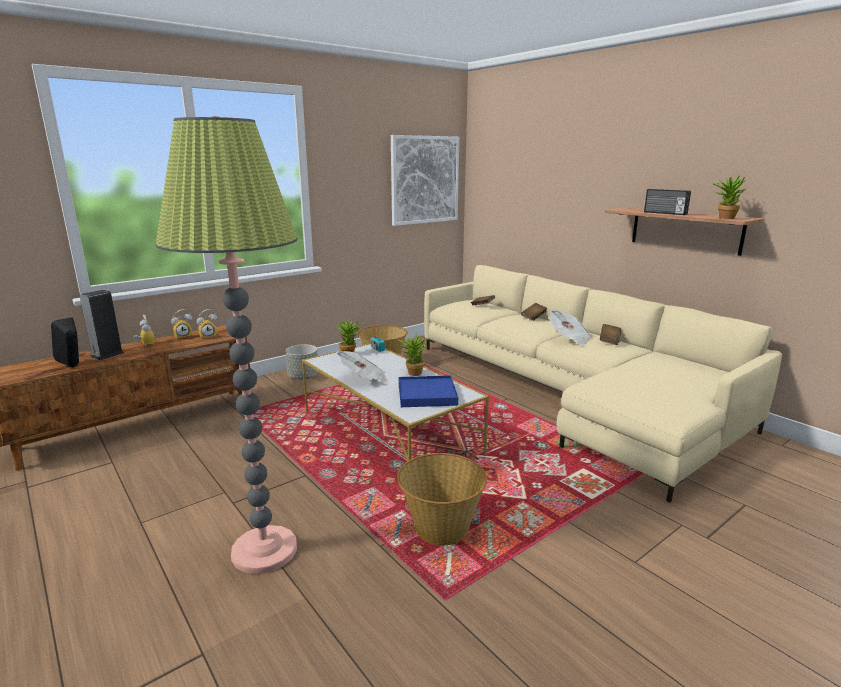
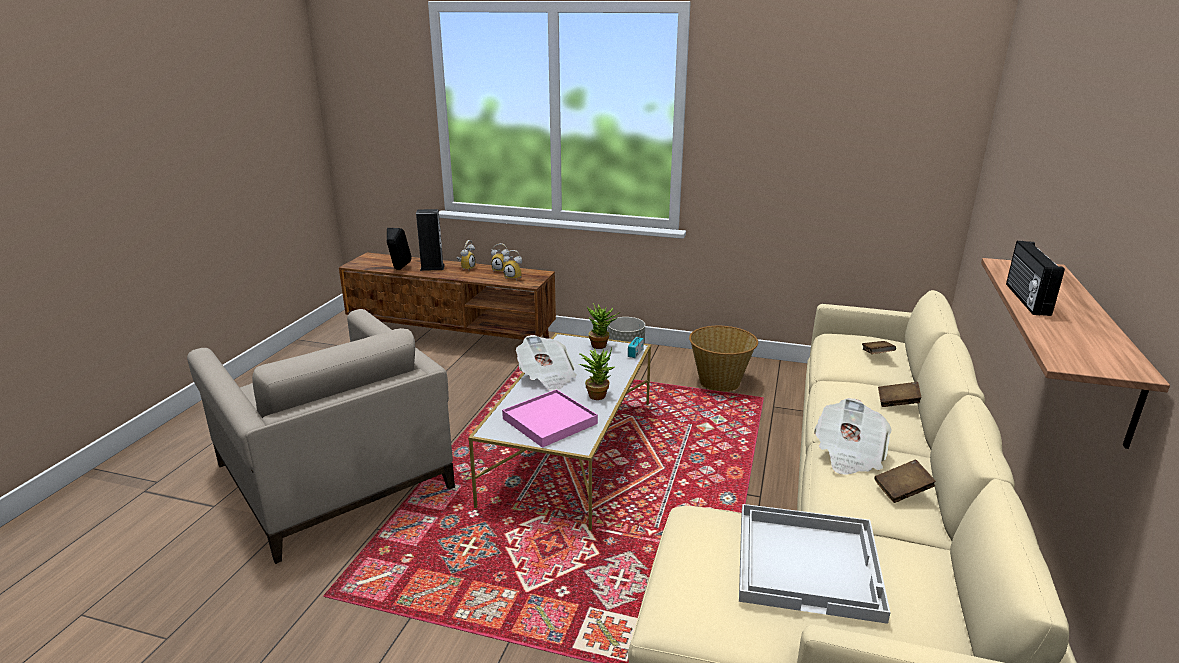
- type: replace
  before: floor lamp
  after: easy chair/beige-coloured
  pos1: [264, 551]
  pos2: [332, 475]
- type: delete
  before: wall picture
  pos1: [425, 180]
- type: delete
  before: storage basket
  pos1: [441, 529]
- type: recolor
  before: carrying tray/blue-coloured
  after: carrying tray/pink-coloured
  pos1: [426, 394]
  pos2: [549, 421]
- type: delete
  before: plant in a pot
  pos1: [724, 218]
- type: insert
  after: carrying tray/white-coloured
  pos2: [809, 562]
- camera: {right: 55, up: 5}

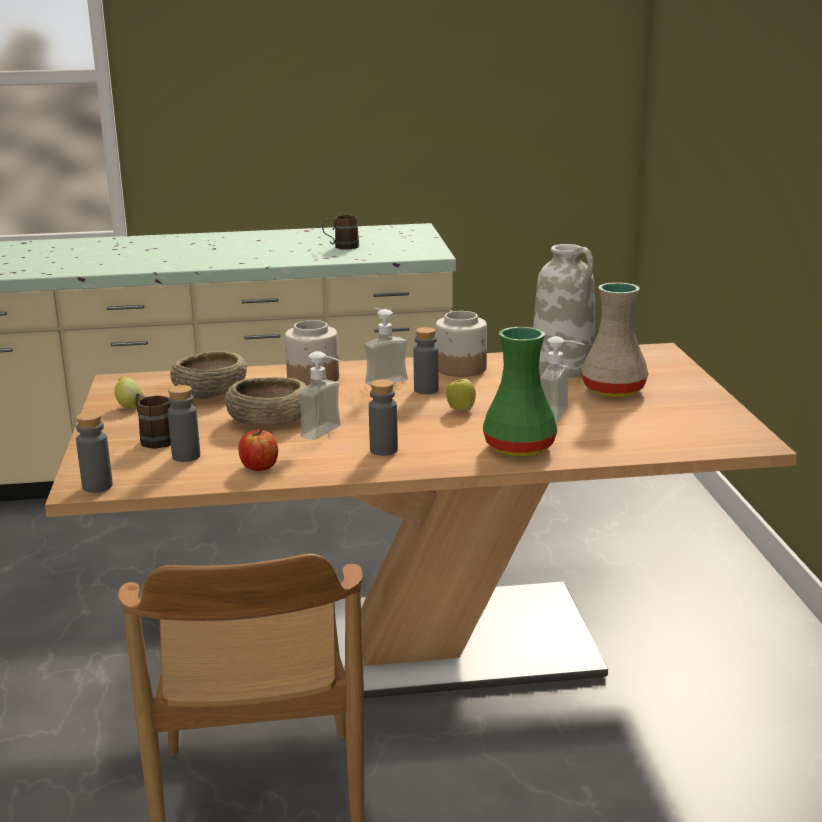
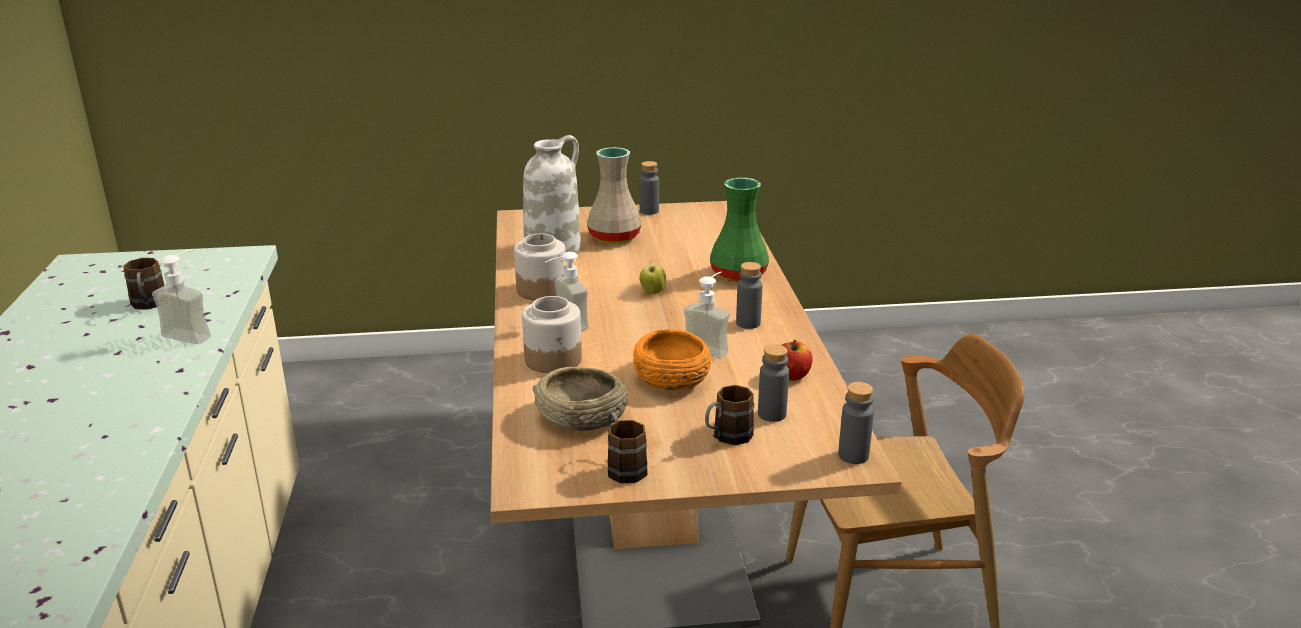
- type: replace
  before: citrus fruit
  after: tea mug/brownish
  pos1: [129, 406]
  pos2: [622, 466]
- type: recolor
  before: serving bowl/beige-coloured
  after: serving bowl/orange-coloured
  pos1: [269, 419]
  pos2: [670, 377]
- type: move
  before: bottle/greyish
  pos1: [426, 390]
  pos2: [649, 211]
- type: move
  before: soap dispenser
  pos1: [563, 416]
  pos2: [194, 333]
- camera: {right: -90, up: 5}

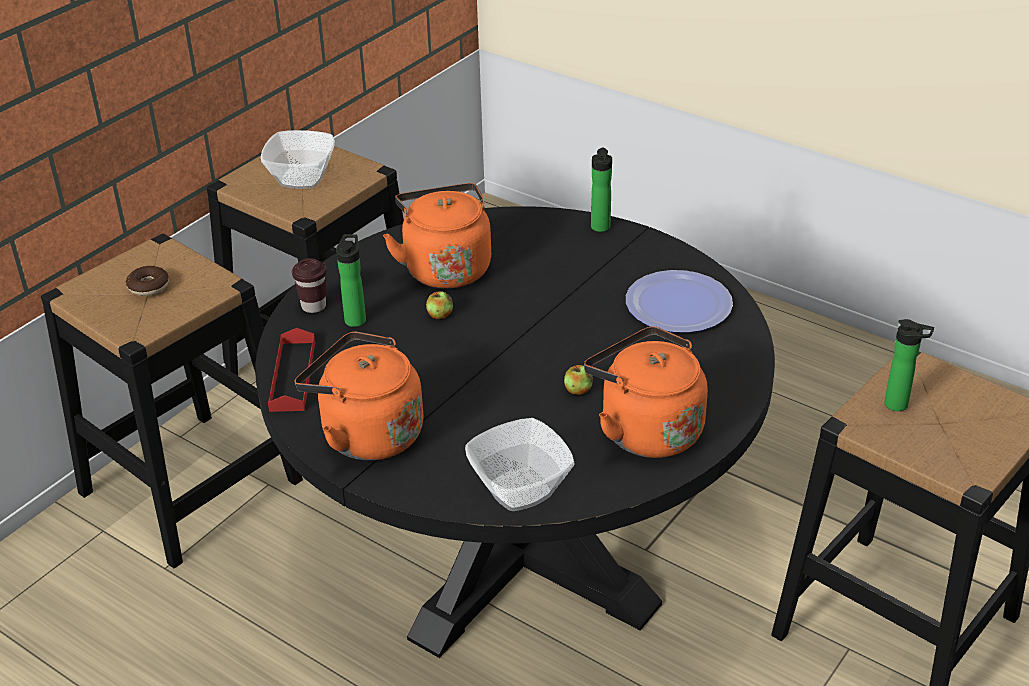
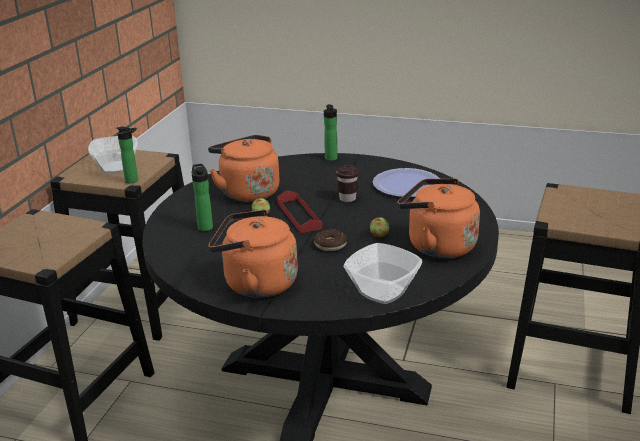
- type: move
  before: doughnut
  pos1: [148, 287]
  pos2: [330, 245]
- type: move
  before: carrying tray/red
  pos1: [293, 375]
  pos2: [299, 215]
- type: move
  before: drinking cup/brownish
  pos1: [313, 306]
  pos2: [347, 199]
- type: move
  before: bottle
  pos1: [900, 405]
  pos2: [133, 181]
- camera: {right: -20, up: -10}

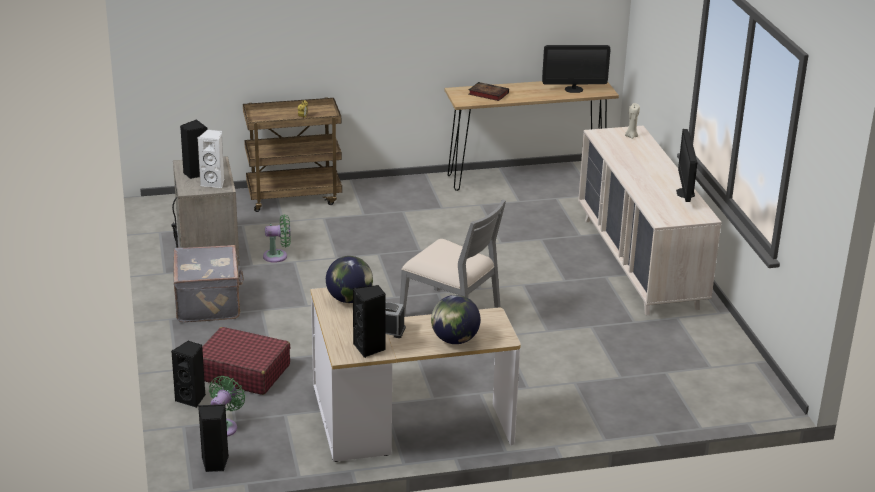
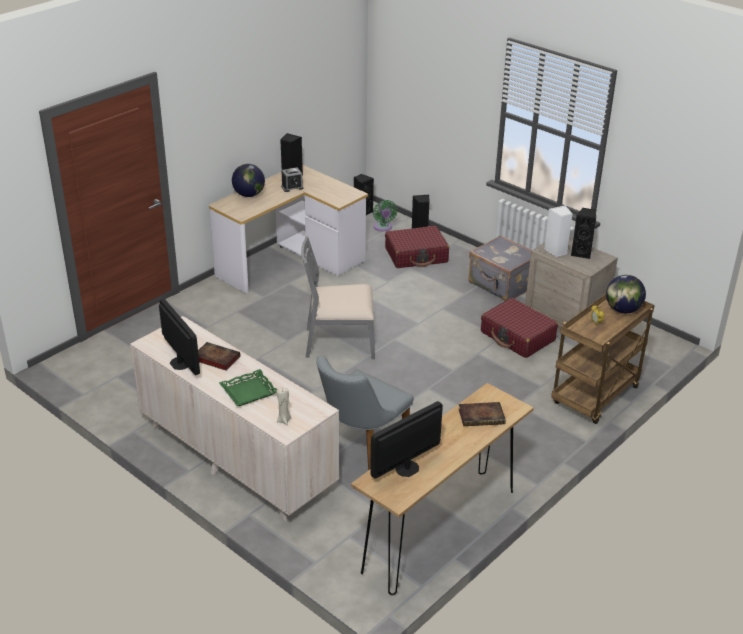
- type: replace
  before: fan/green-coloured
  after: piece of luggage/red
  pos1: [278, 256]
  pos2: [517, 336]
- type: move
  before: desk globe
  pos1: [349, 299]
  pos2: [622, 310]
- type: insert
  after: bound book
  pos2: [215, 358]
- type: insert
  after: carrying tray/green-coloured
  pos2: [249, 392]
- type: insert
  after: upright chair/greyish
  pos2: [360, 448]
- camera: {right: 145, up: 5}

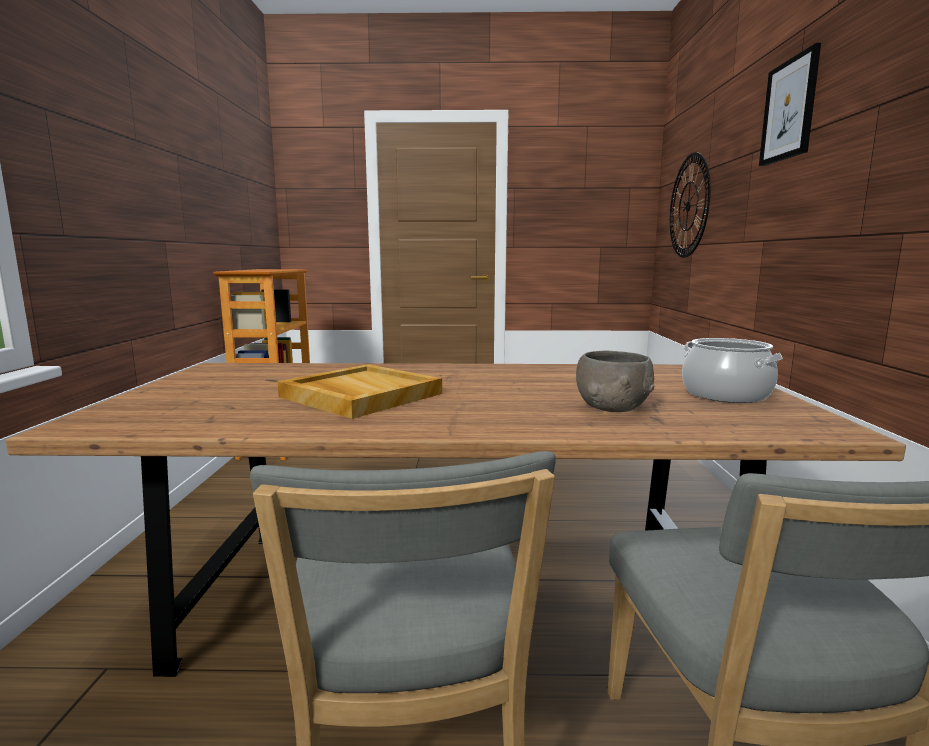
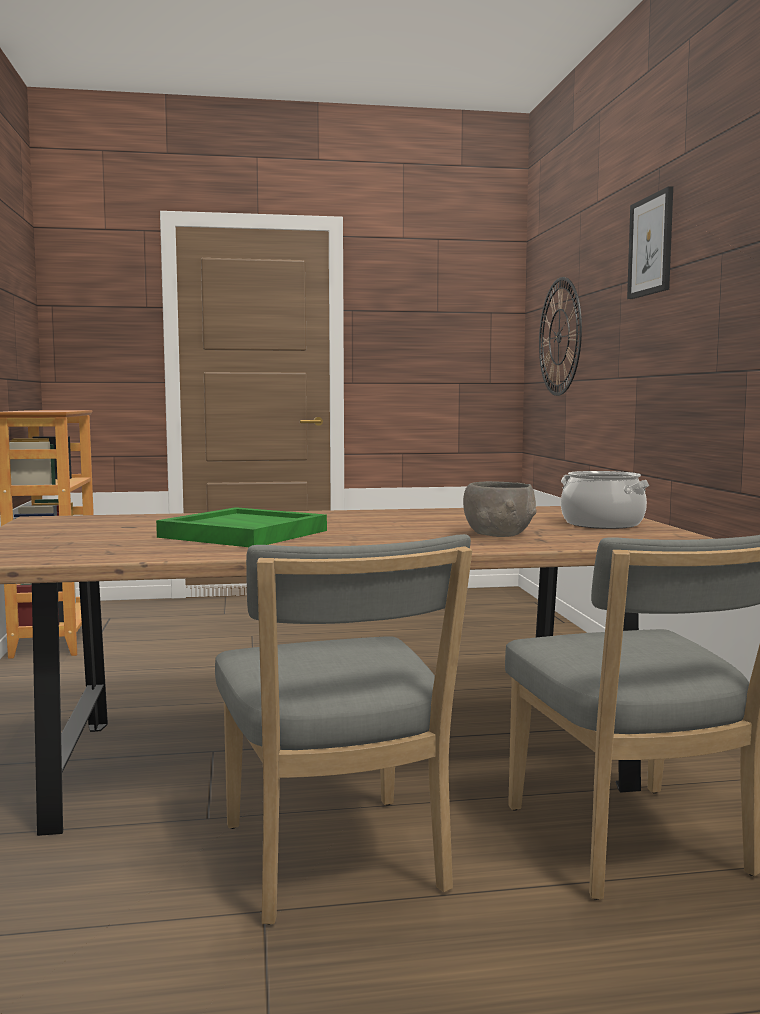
- type: recolor
  before: carrying tray/beige-coloured
  after: carrying tray/green-coloured
  pos1: [359, 395]
  pos2: [242, 534]
- camera: {right: -10, up: -5}

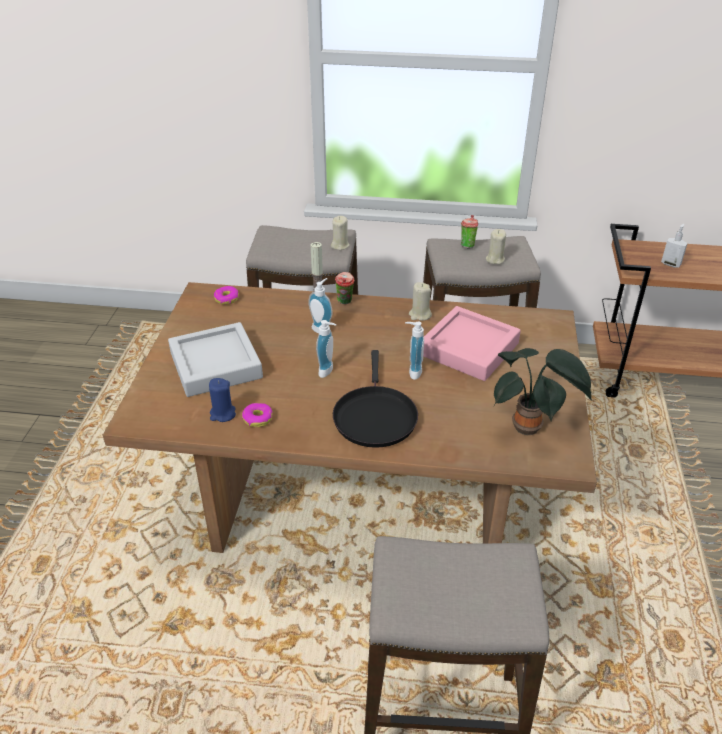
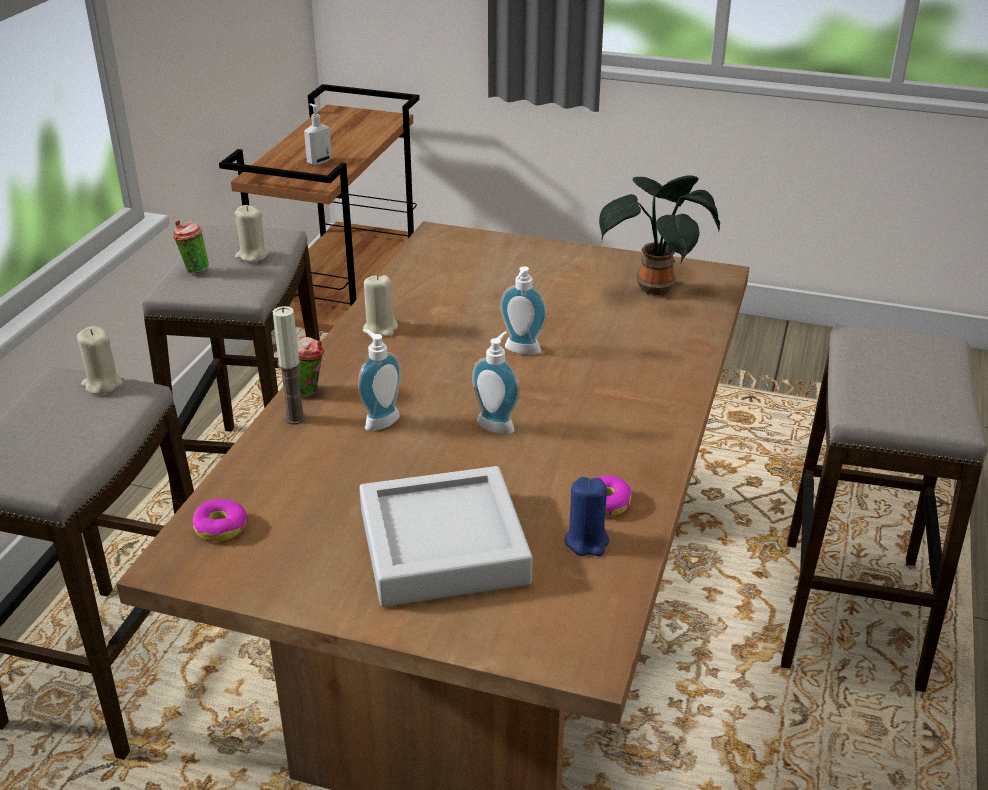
- type: delete
  before: skillet/blackish
  pos1: [374, 416]
- type: delete
  before: carrying tray/pink-coloured
  pos1: [469, 349]
- camera: {right: -80, up: -5}

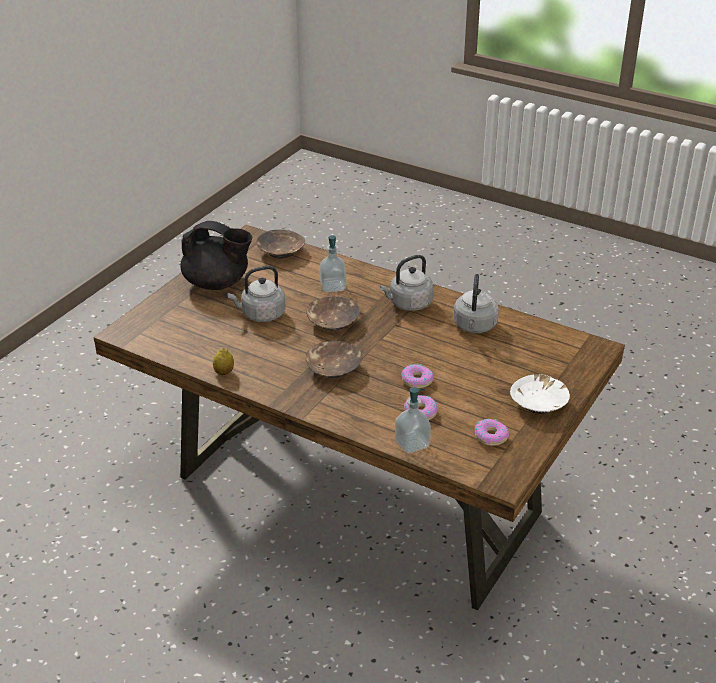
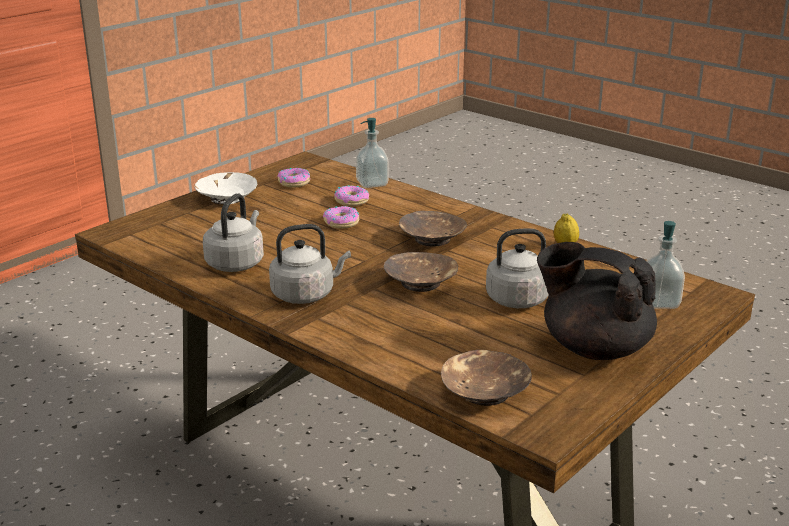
- type: move
  before: soap dispenser
  pos1: [333, 286]
  pos2: [659, 302]
- camera: {right: -170, up: -10}

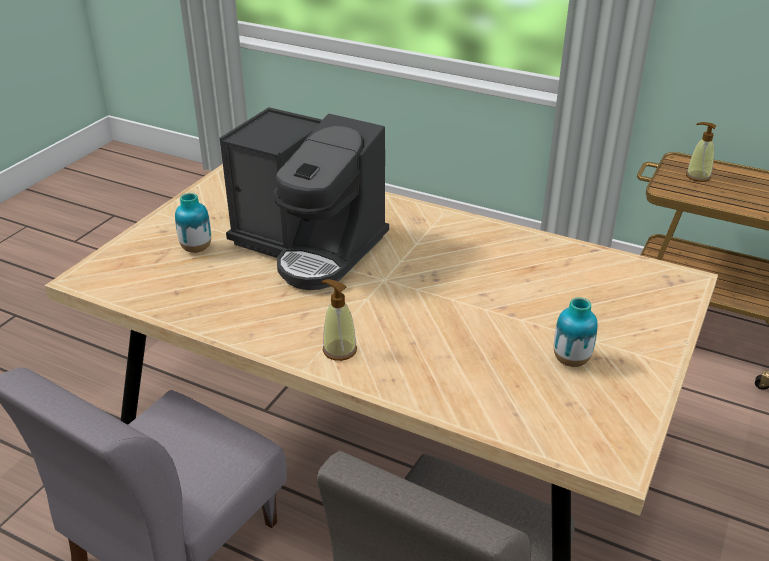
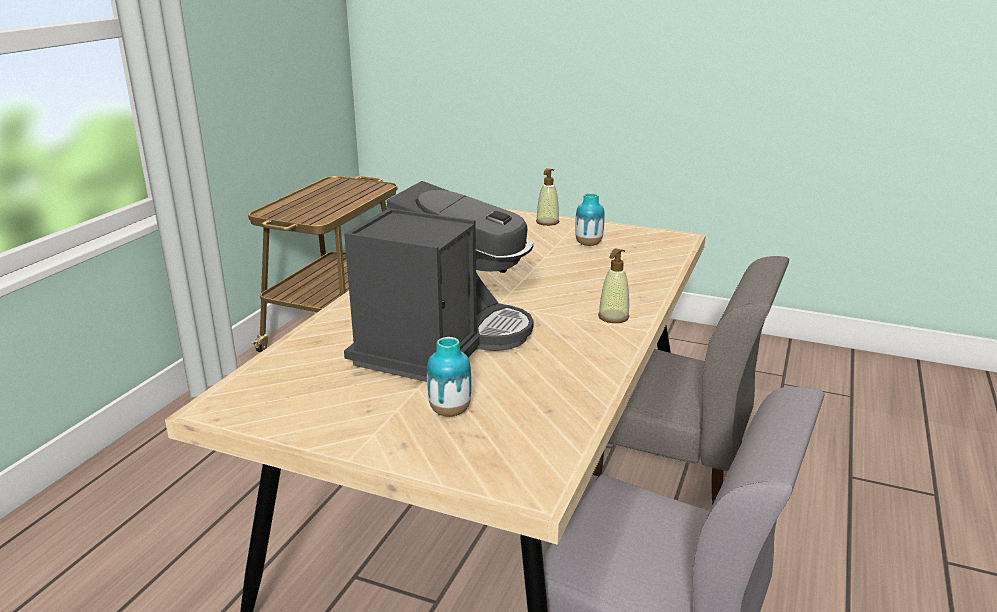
- type: move
  before: soap dispenser
  pos1: [697, 176]
  pos2: [547, 222]
- camera: {right: -95, up: -10}

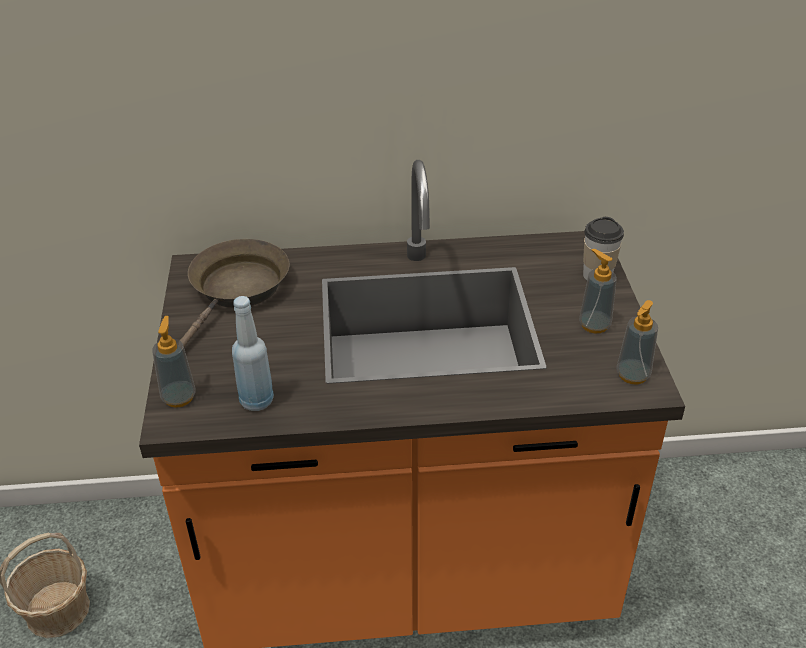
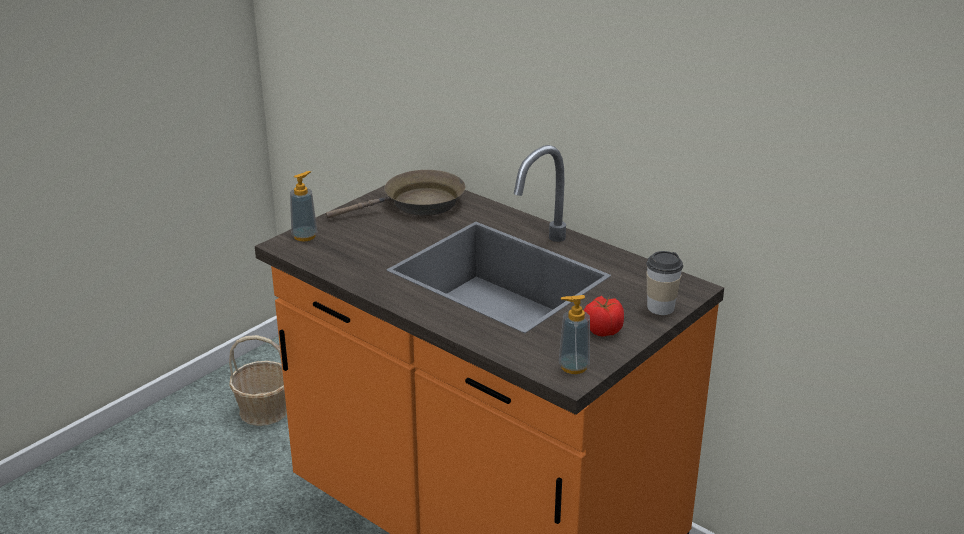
- type: delete
  before: bottle/blue-coloured
  pos1: [257, 401]
- type: replace
  before: soap dispenser
  after: whole tomato
  pos1: [594, 325]
  pos2: [602, 330]
- camera: {right: 45, up: -10}

